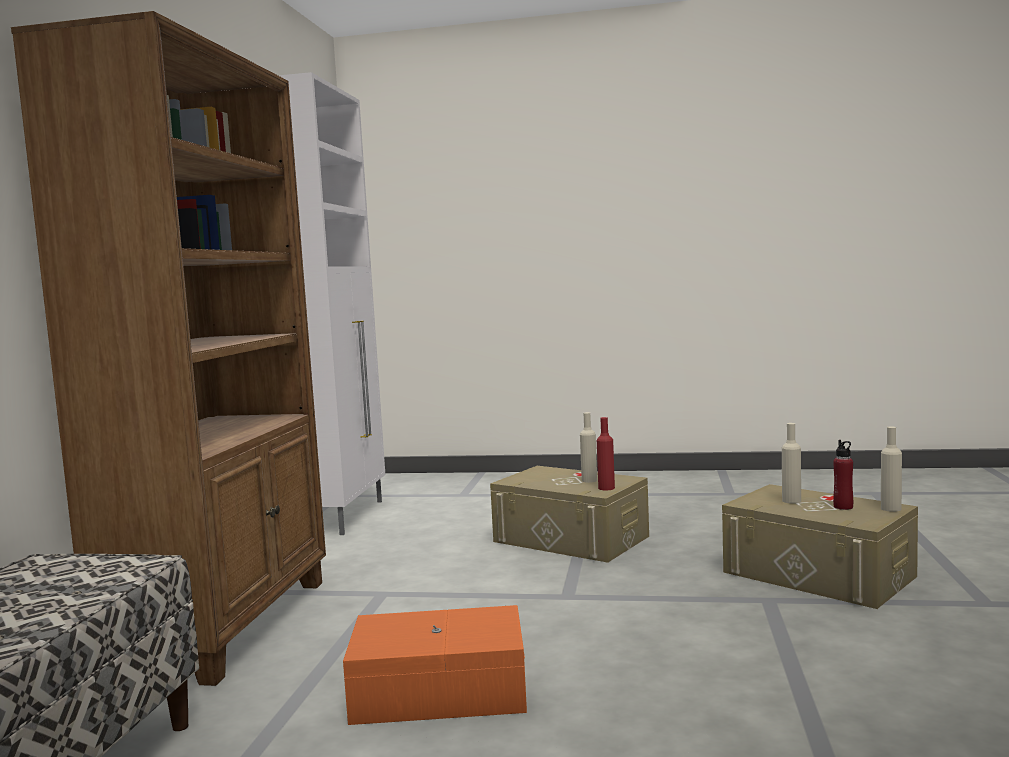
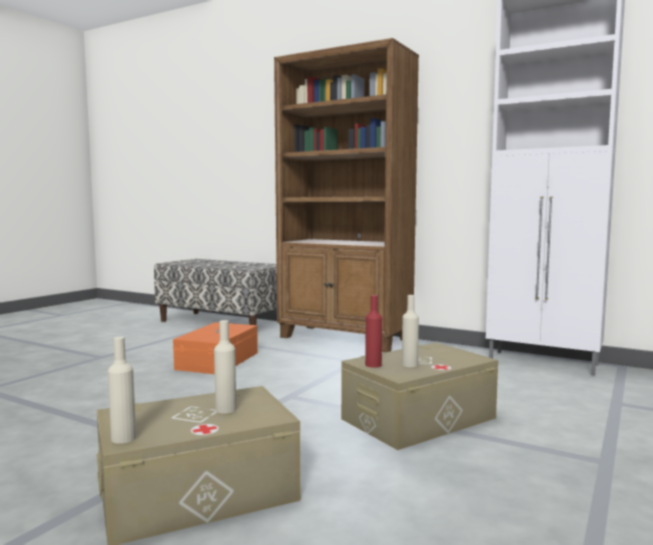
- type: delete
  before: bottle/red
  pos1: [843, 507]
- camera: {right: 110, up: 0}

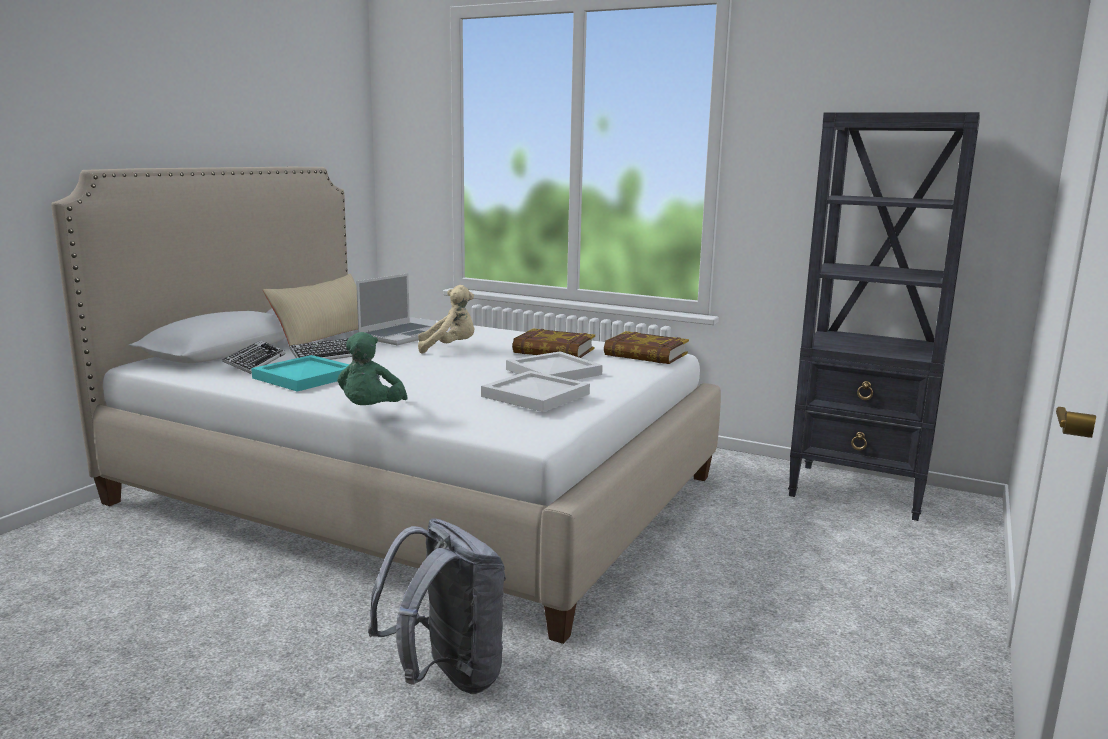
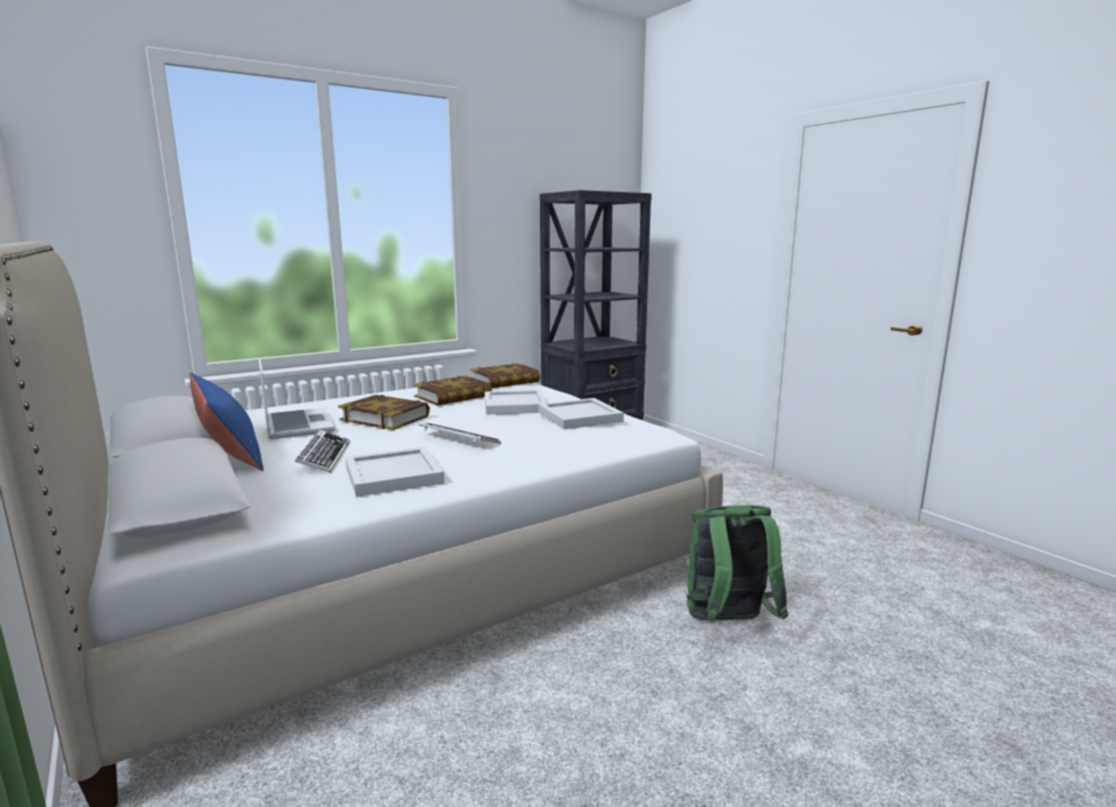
- type: move
  before: PC keyboard
  pos1: [255, 362]
  pos2: [458, 440]
- type: recolor
  before: carrying tray/turquoise
  after: carrying tray/white-coloured
  pos1: [305, 376]
  pos2: [392, 475]
- type: recolor
  before: throw pillow/beige-coloured
  after: throw pillow/blue-coloured
  pos1: [324, 337]
  pos2: [228, 451]
- type: delete
  before: plush toy/green-coloured
  pos1: [371, 411]
- type: recolor
  before: knapsack/greyish
  after: knapsack/green-coloured
  pos1: [446, 677]
  pos2: [727, 622]
- type: replace
  before: plush toy/beige-coloured
  after: bound book
  pos1: [449, 348]
  pos2: [385, 418]
- camera: {right: -60, up: 0}

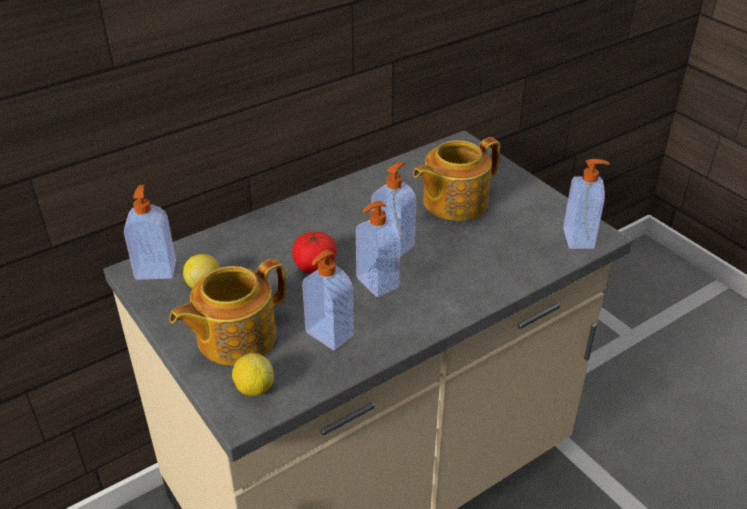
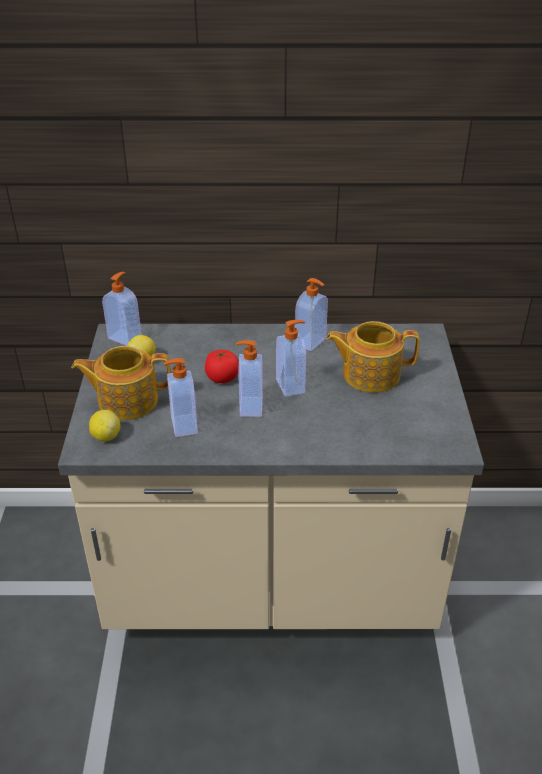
- type: move
  before: soap dispenser
  pos1: [579, 238]
  pos2: [311, 342]
- camera: {right: 35, up: 0}

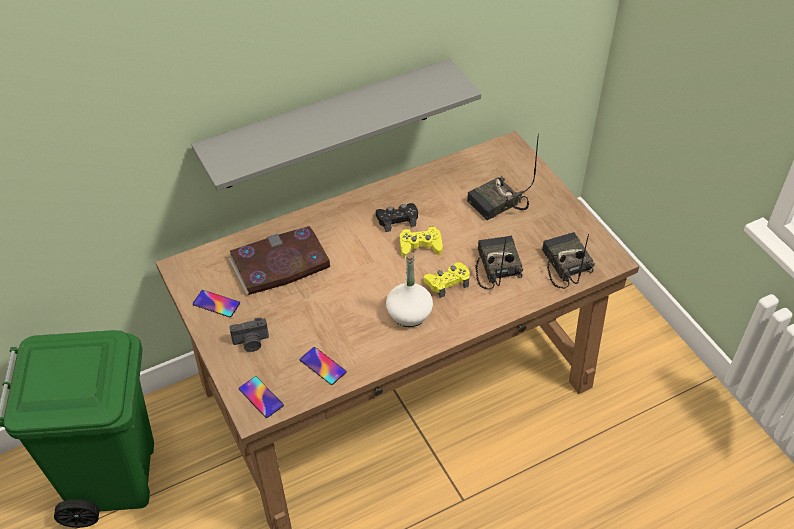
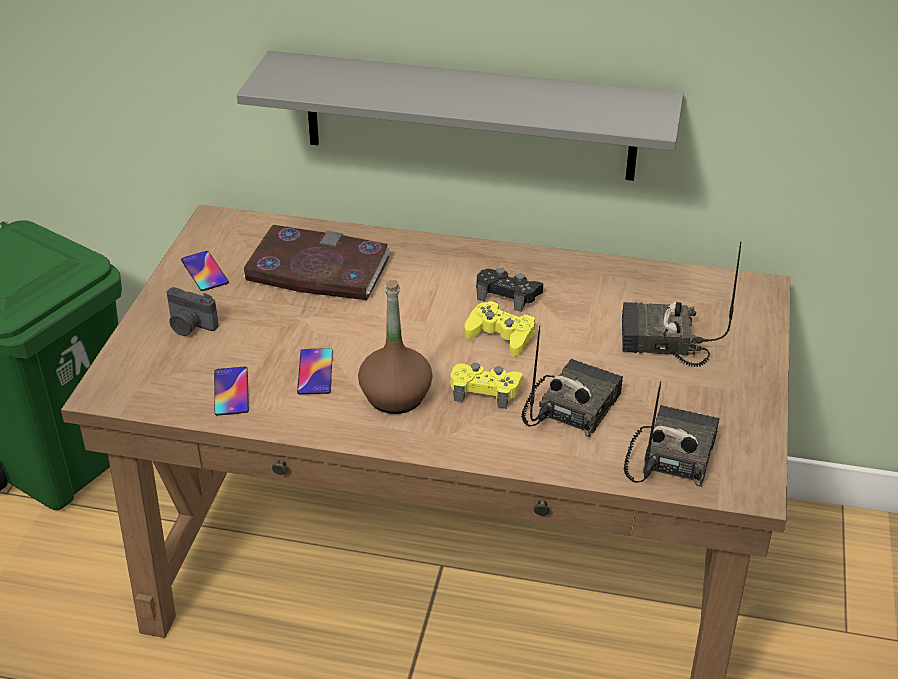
- type: move
  before: phone
  pos1: [261, 397]
  pos2: [315, 372]
- type: recolor
  before: bottle/white-coloured
  after: bottle/brownish
  pos1: [409, 314]
  pos2: [395, 396]
- camera: {right: 40, up: -10}

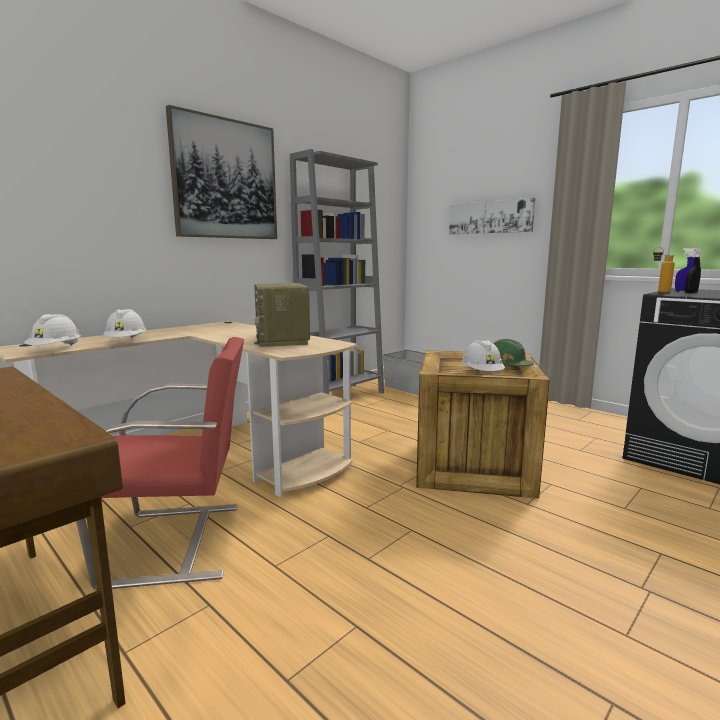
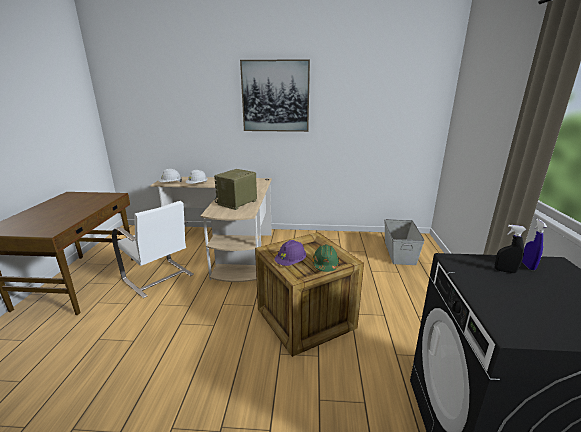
- type: recolor
  before: upright chair/red
  after: upright chair/white-coloured
  pos1: [178, 543]
  pos2: [158, 278]
- type: delete
  before: bookshelf/greyish
  pos1: [341, 396]
- type: delete
  before: wall picture
  pos1: [490, 217]
- type: recolor
  before: safety helmet/white-coloured
  after: safety helmet/purple-coloured
  pos1: [482, 374]
  pos2: [291, 263]
- type: delete
  before: bottle
  pos1: [659, 292]
- camera: {right: 50, up: 10}

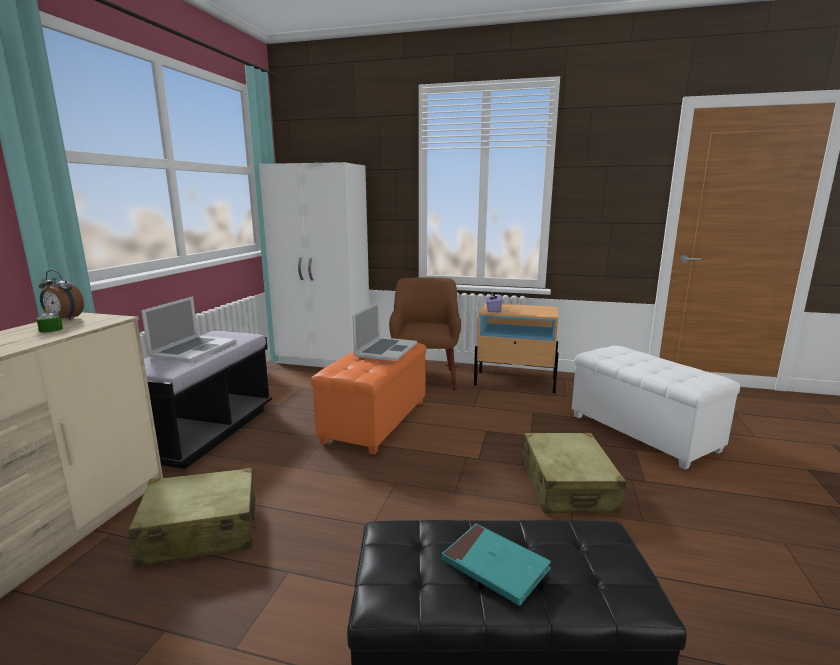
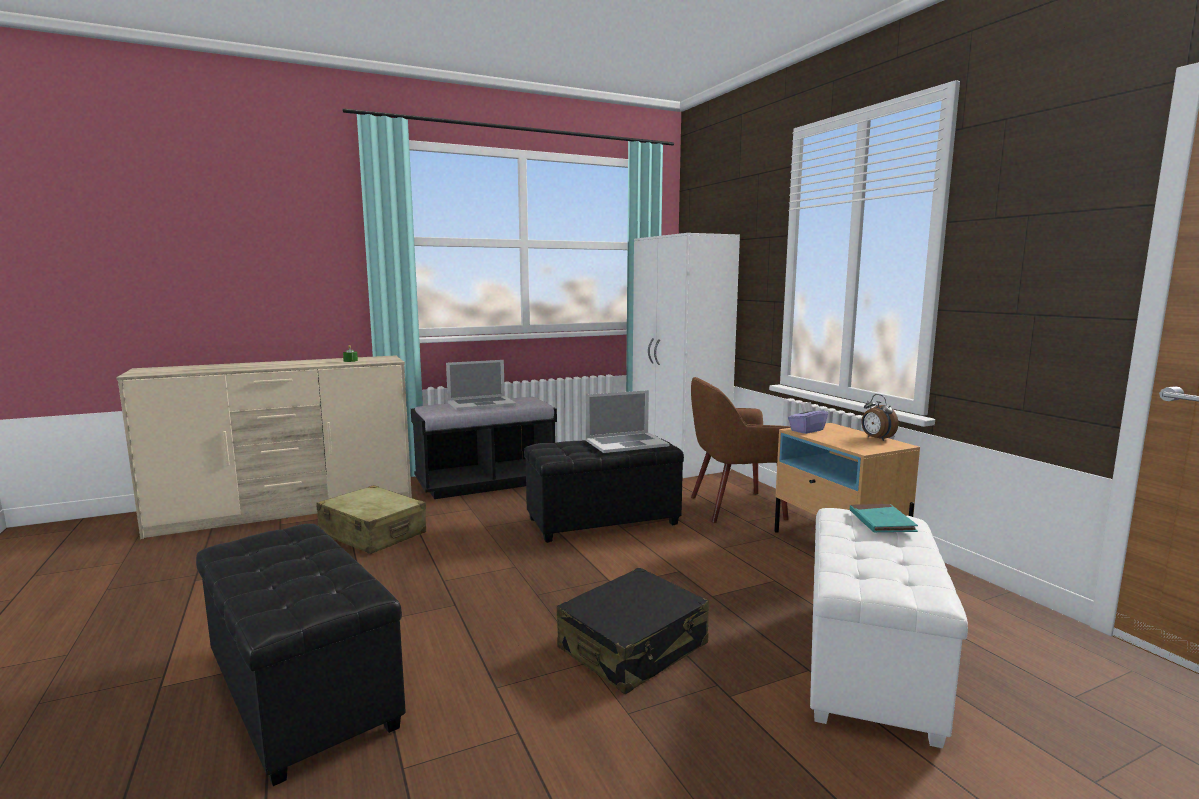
- type: move
  before: bedside clock
  pos1: [63, 319]
  pos2: [876, 439]
- type: recolor
  before: pouffe/orange-coloured
  after: pouffe/blackish
  pos1: [375, 422]
  pos2: [602, 522]
- type: rotate
  before: easy chair/brownish
  pos1: [425, 378]
  pos2: [735, 507]
  turn: -150
- type: move
  before: bound book/turquoise
  pos1: [495, 566]
  pos2: [881, 522]
- type: recolor
  before: piece of luggage/beige-coloured
  after: piece of luggage/blackish
  pos1: [567, 486]
  pos2: [633, 647]
- camera: {right: 50, up: -5}

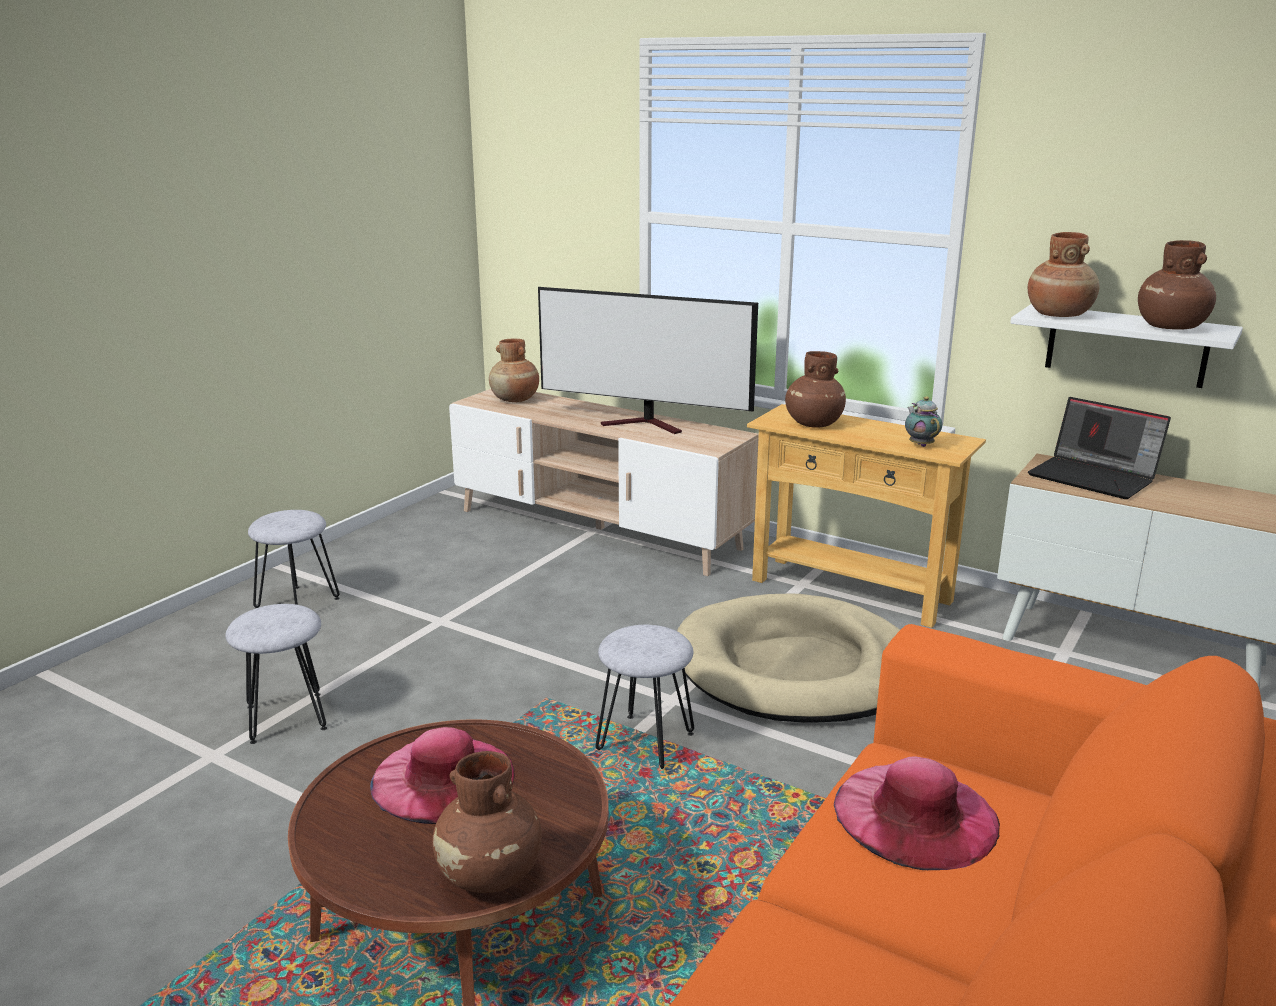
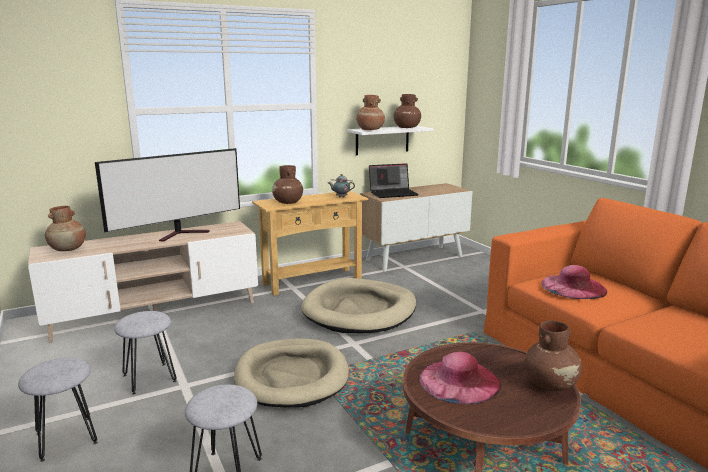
- type: move
  before: sitting stool/greyish
  pos1: [646, 742]
  pos2: [149, 378]
- type: insert
  after: pet bed/beige-coloured
  pos2: [292, 376]
- camera: {right: -60, up: -5}

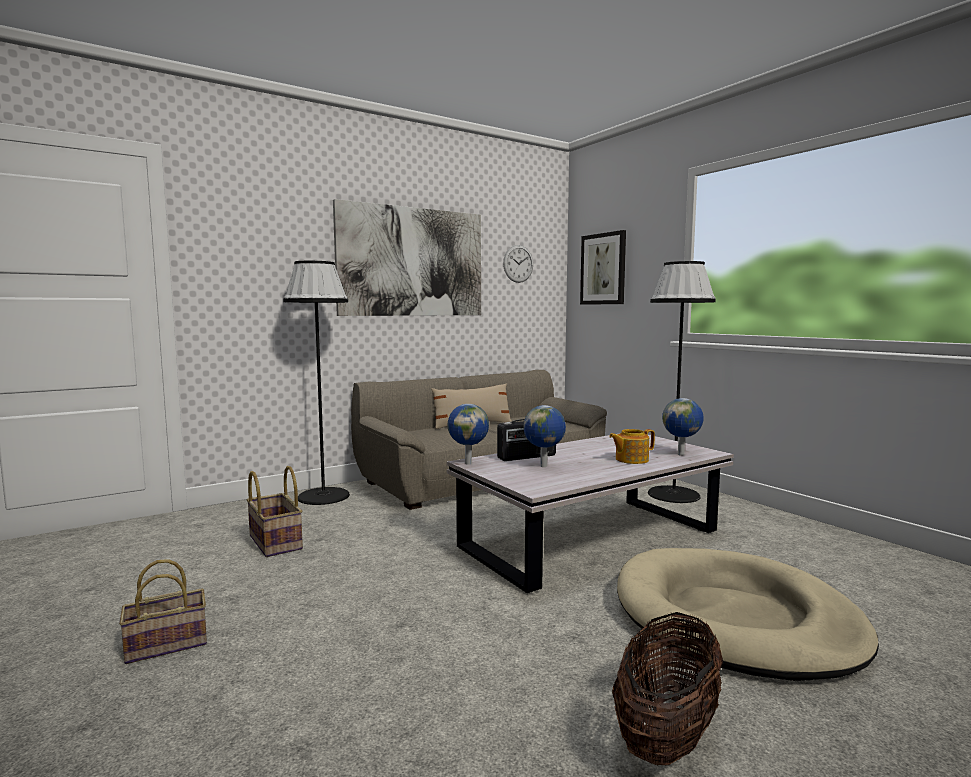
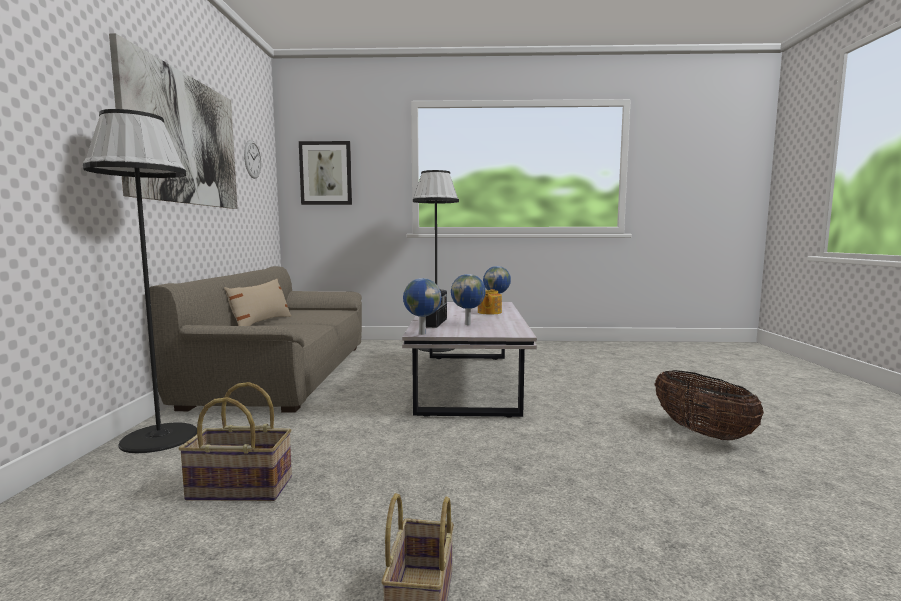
- type: delete
  before: pet bed/beige-coloured
  pos1: [734, 619]
- camera: {right: -55, up: 0}

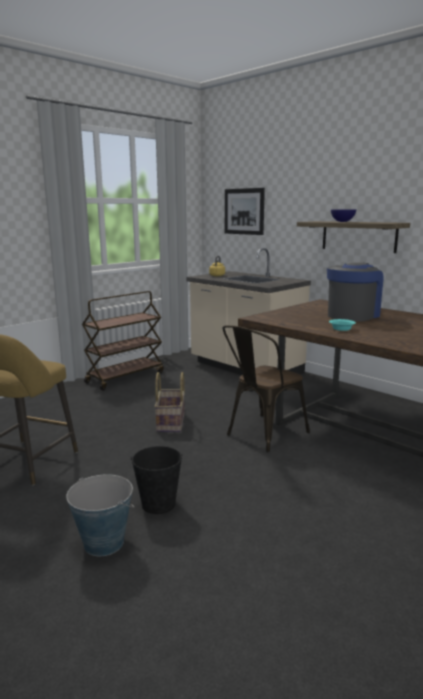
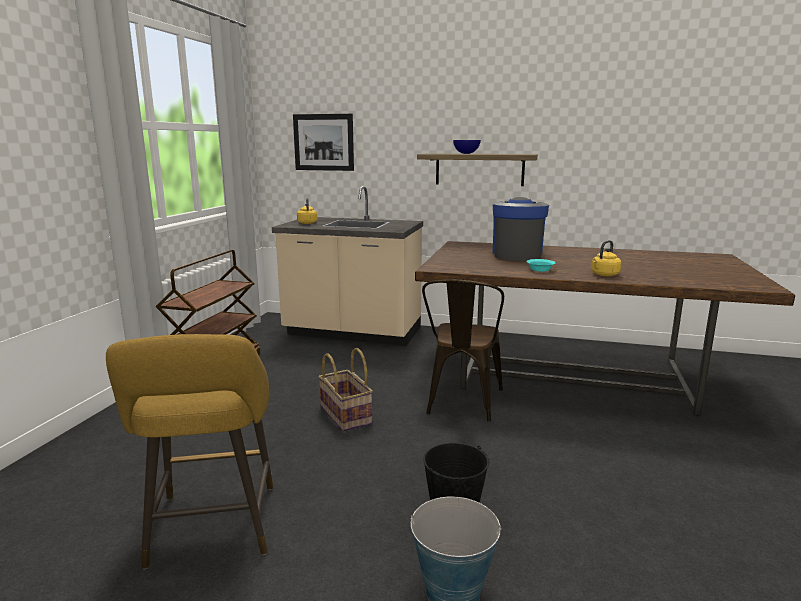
- type: insert
  after: water kettle/yellowish
  pos2: [604, 275]
- camera: {right: -30, up: 0}

